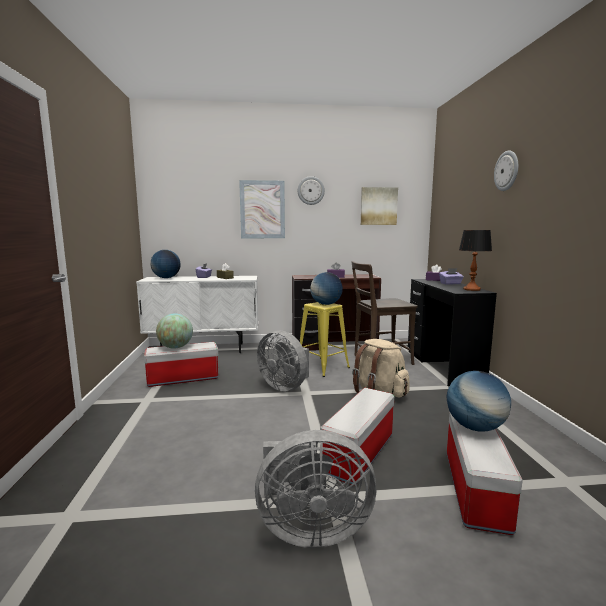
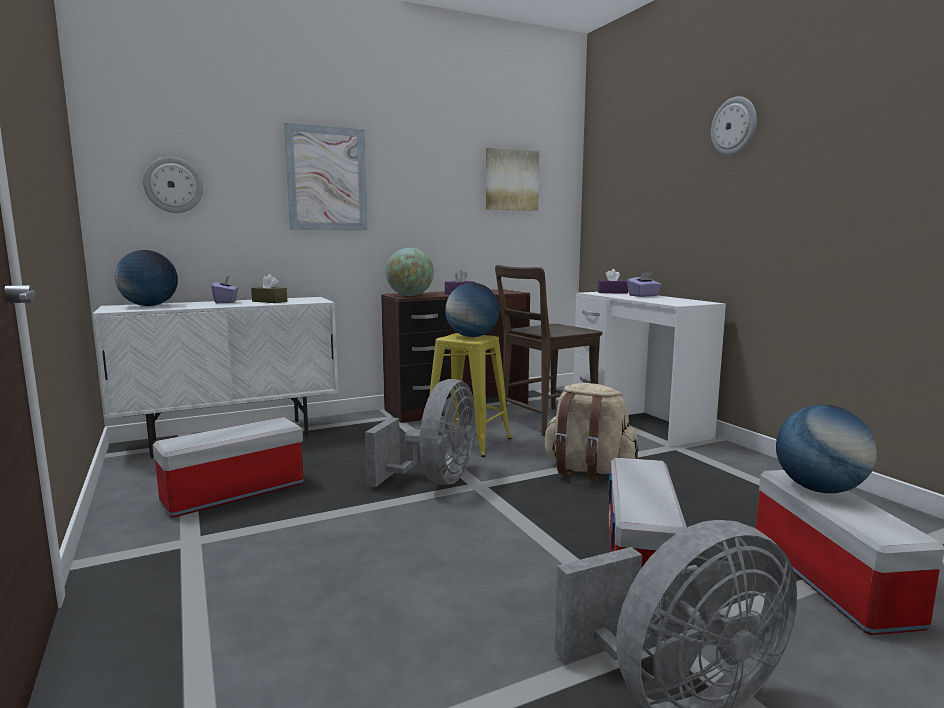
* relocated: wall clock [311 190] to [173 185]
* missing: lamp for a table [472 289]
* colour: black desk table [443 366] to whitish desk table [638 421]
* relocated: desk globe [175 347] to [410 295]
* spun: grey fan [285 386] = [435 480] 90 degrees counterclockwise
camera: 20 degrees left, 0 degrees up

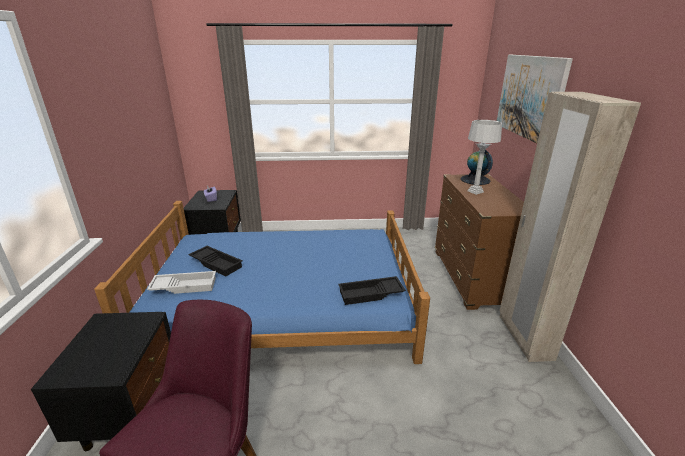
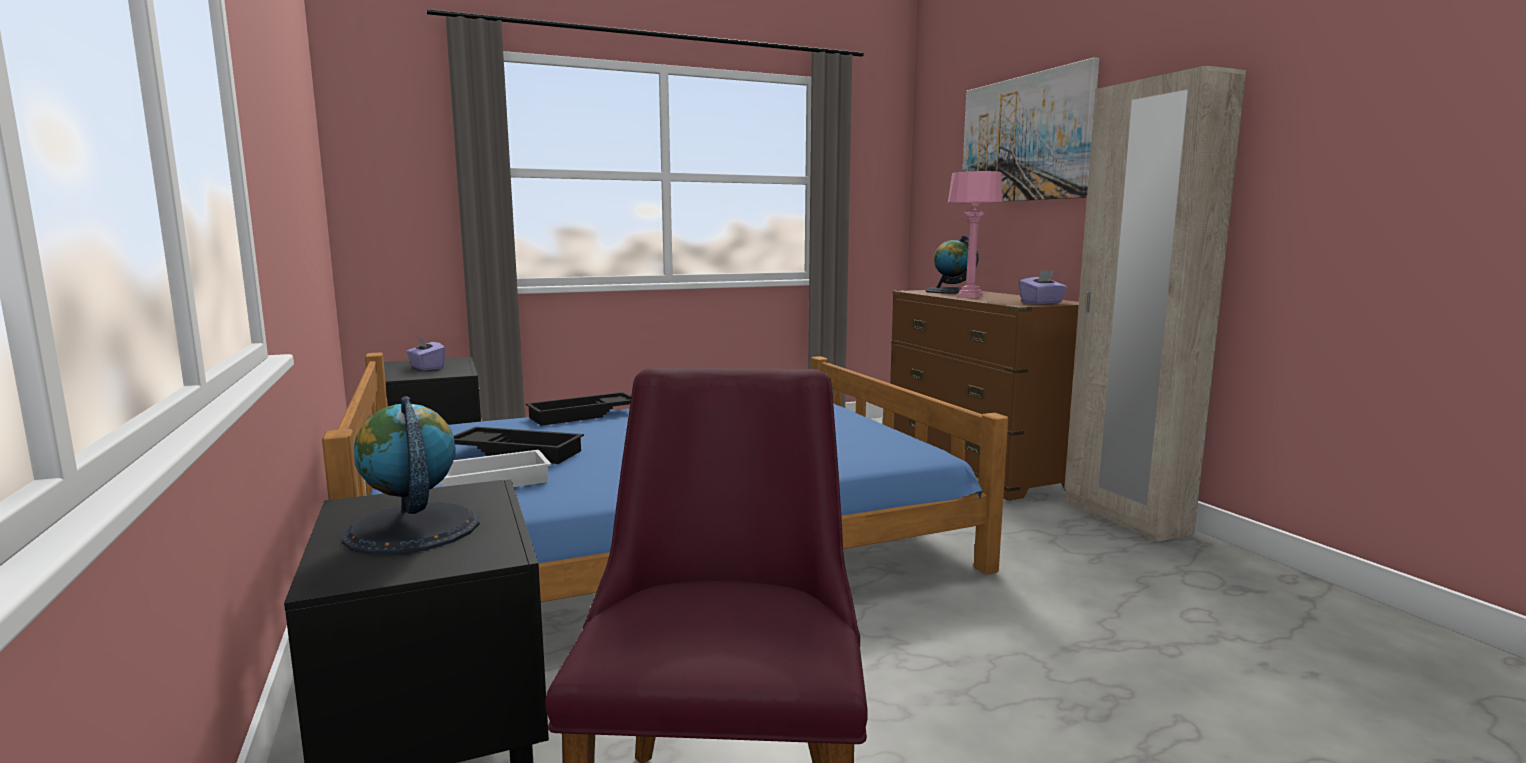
* colour: grey lamp for a table [475 191] to pinkish lamp for a table [970 296]
* relocated: black tray [370 294] to [583 415]
* appeared: purplish tissue box [1042 303]
* appeared: desk globe [412 529]
camera: 20 degrees left, 15 degrees down

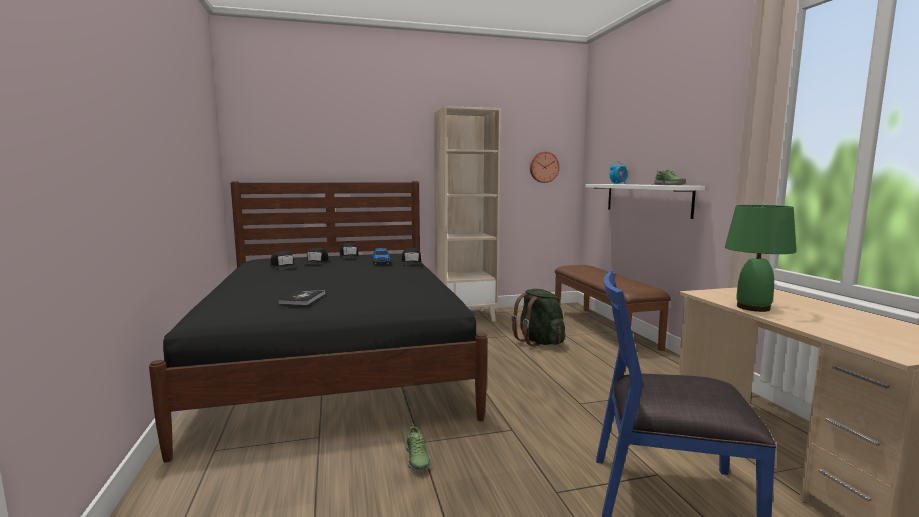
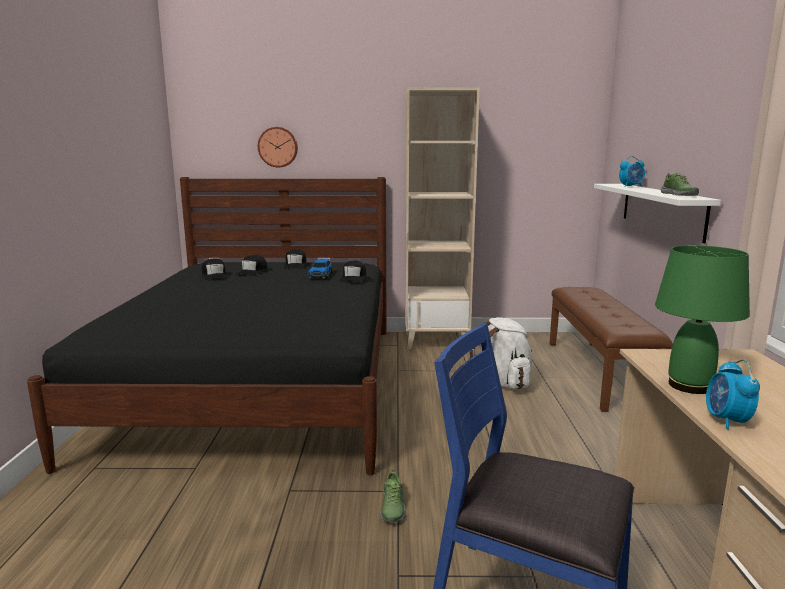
* relocated: wall clock [543 167] to [278 147]
* colour: green-coloured knapsack [539 342] to whitish knapsack [503 382]
* missing: volume [303 298]
* relocated: low shoe [417 459] to [392 508]
* appeared: bedside clock [727 421]
camera: 15 degrees right, 5 degrees up

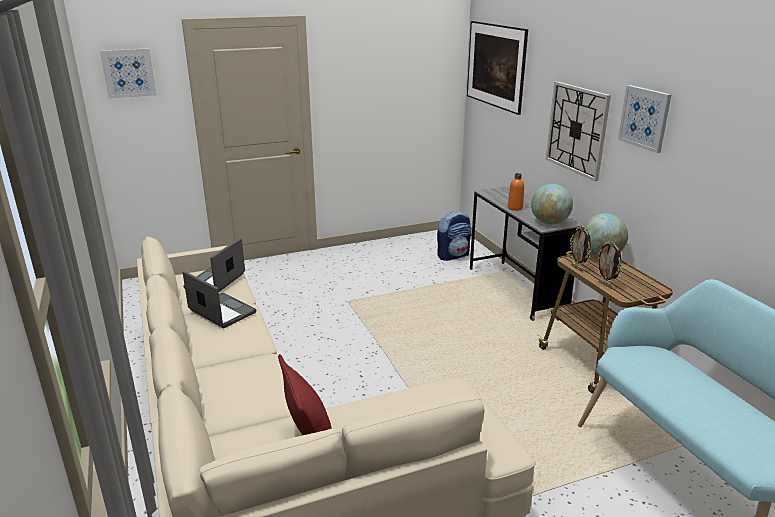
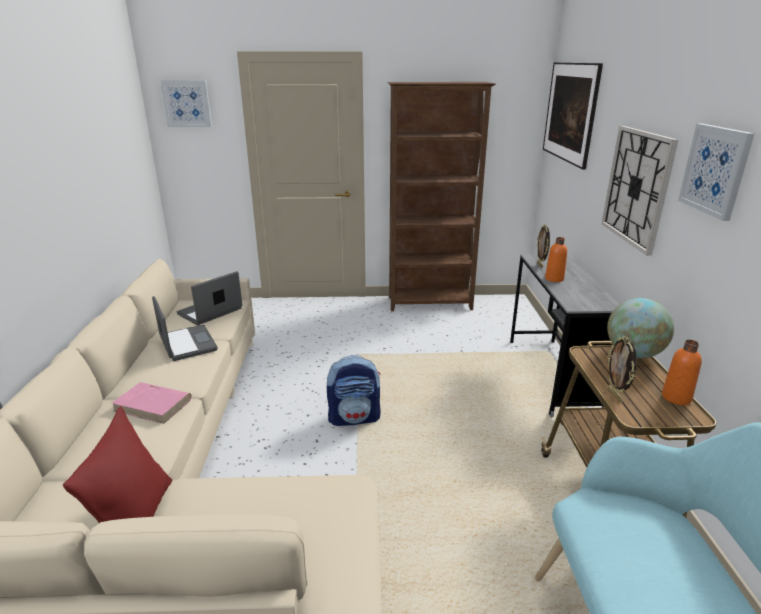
* missing: desk globe [549 223]
* relocated: knapsack [453 255] to [354 418]
* relocated: photo frame [577 268] to [540 265]
* appeared: brown shelving unit [430 304]
* appeared: orangey beverage bottle [676 397]
* appeared: pinkish volume [154 405]
camera: 20 degrees right, 0 degrees up

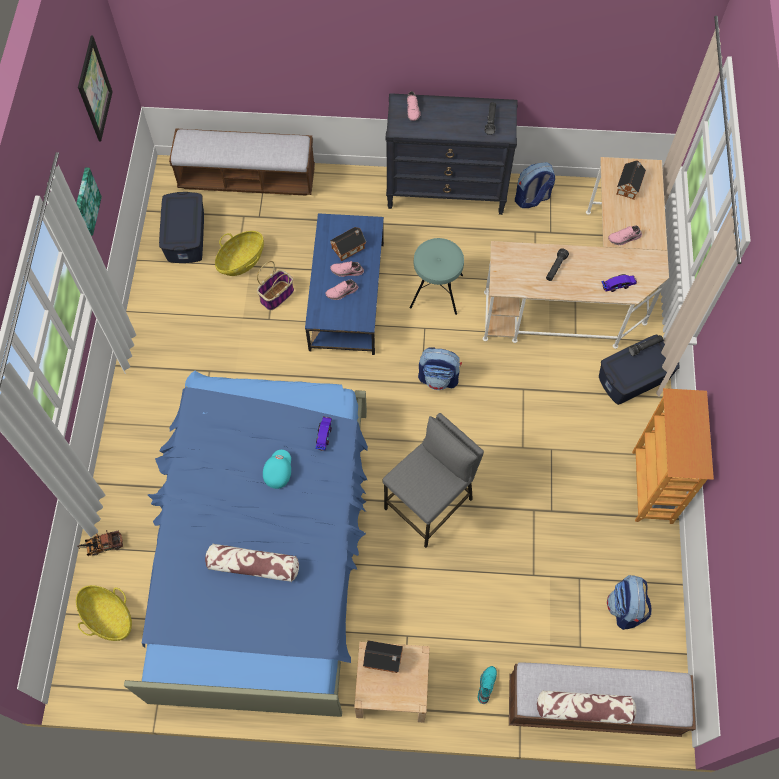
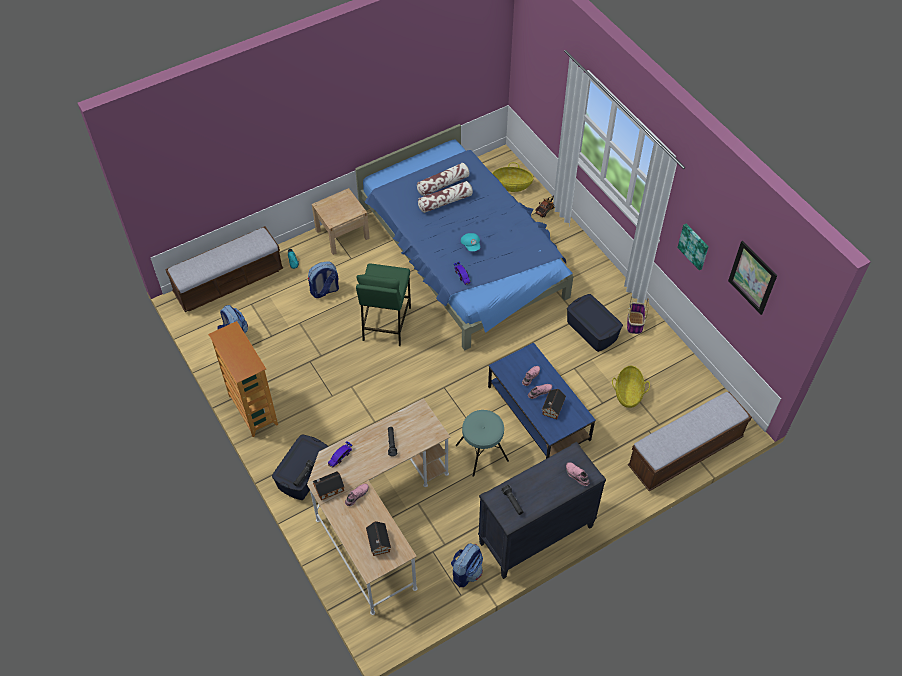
* relocated: blue storage box [186 236] to [592 330]
* relocated: storage basket [277 295] to [635 323]
* relocated: knapsack [439 378] to [324 291]
* colour: grey sitting stool [429 504] to green-coloured sitting stool [386 324]
* relocated: toy house [384 659] to [328 489]
* relocated: throw pillow [583 709] to [443 184]
camera: 145 degrees right, 10 degrees down

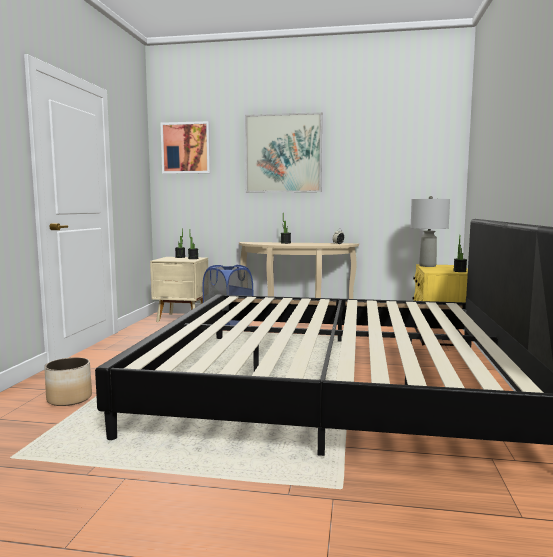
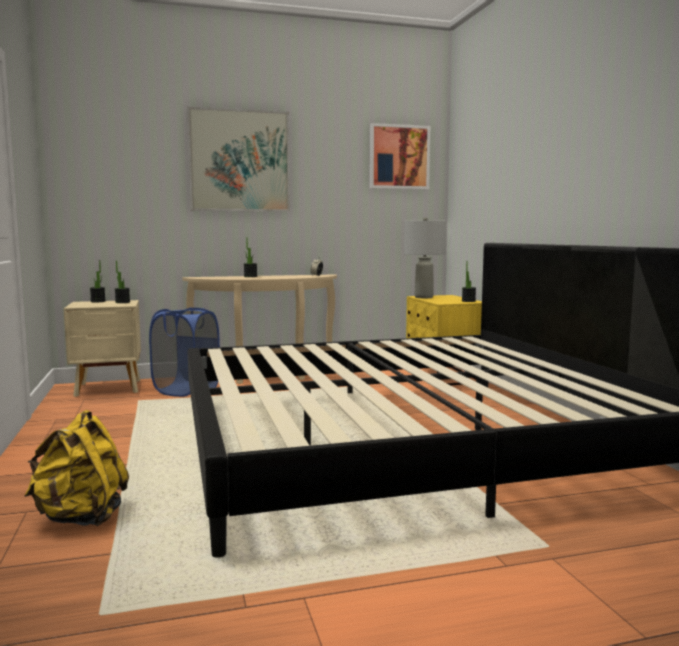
* relocated: picture [186 148] to [399 157]
* exchanged: planter [69 399] to yellowish knapsack [81 518]
camera: 25 degrees left, 0 degrees up

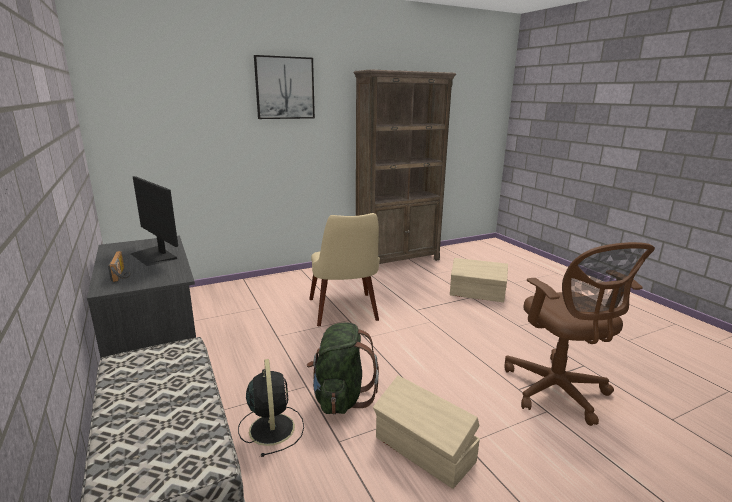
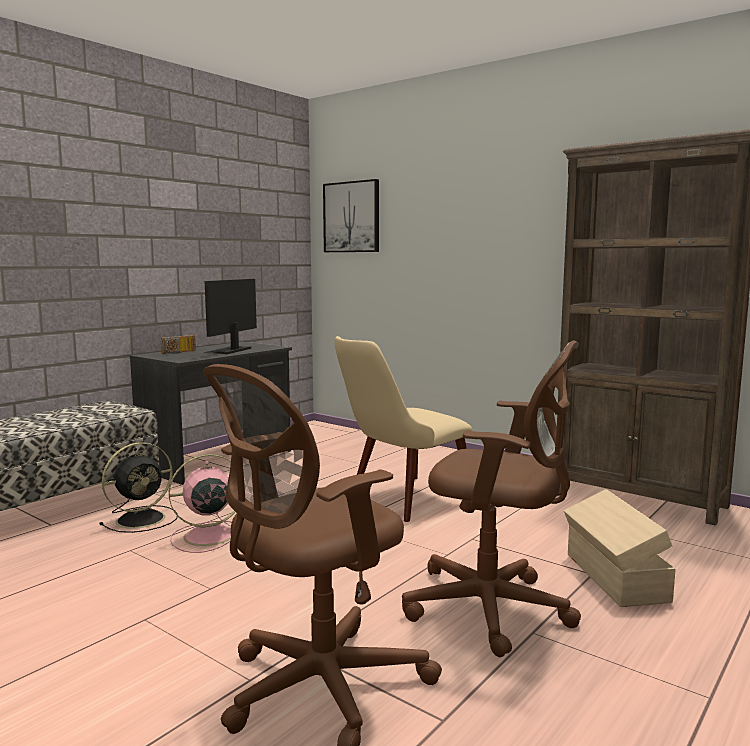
* relocated: picture [284 88] to [352 217]
* exchanged: green-coloured knapsack [341 397] to pinkish fan [206 536]
* missing: sand-coloured storage box [424 450]
* appeared: brown computer chair [494 610]
camera: 65 degrees right, 10 degrees down

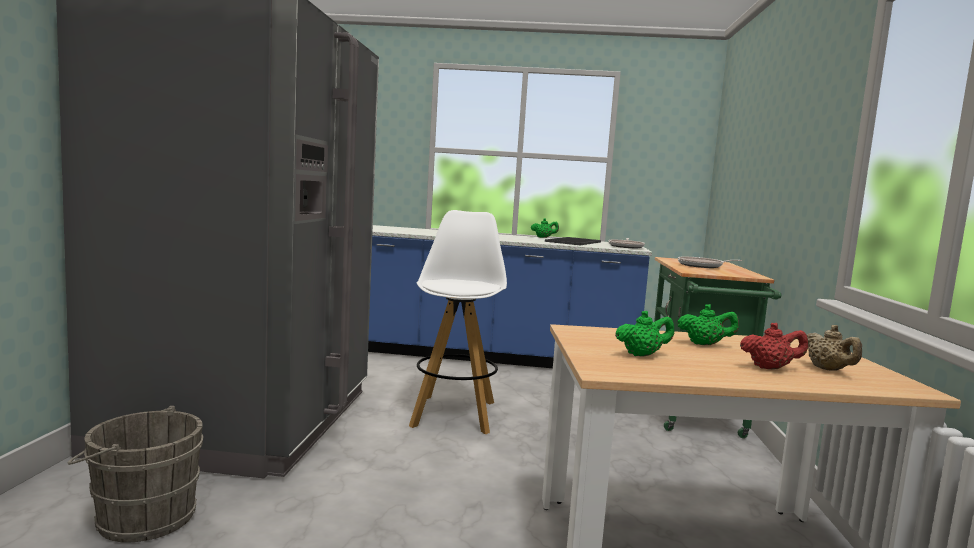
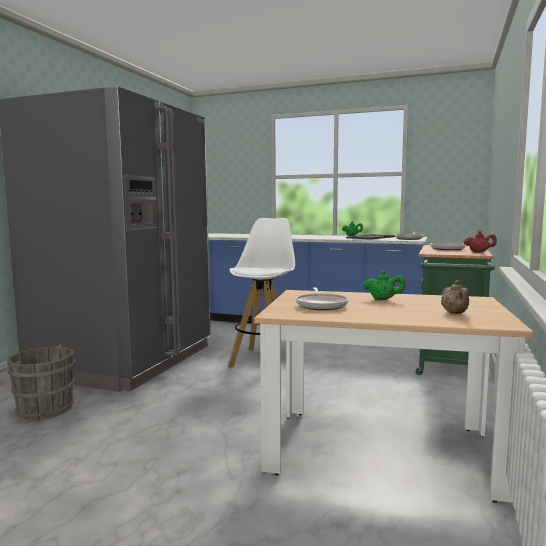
* exchanged: green-coloured tea pot [642 355] to frying pan [321 305]
* relocated: reddish tea pot [770 368] to [479 252]
camera: 15 degrees right, 0 degrees up

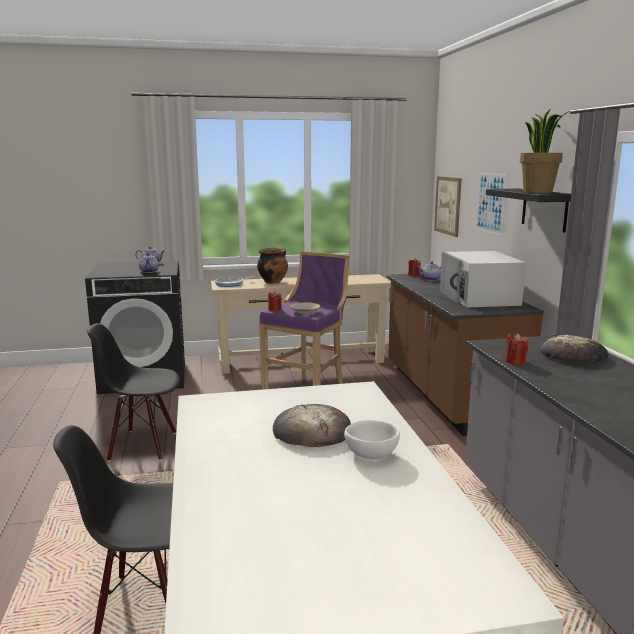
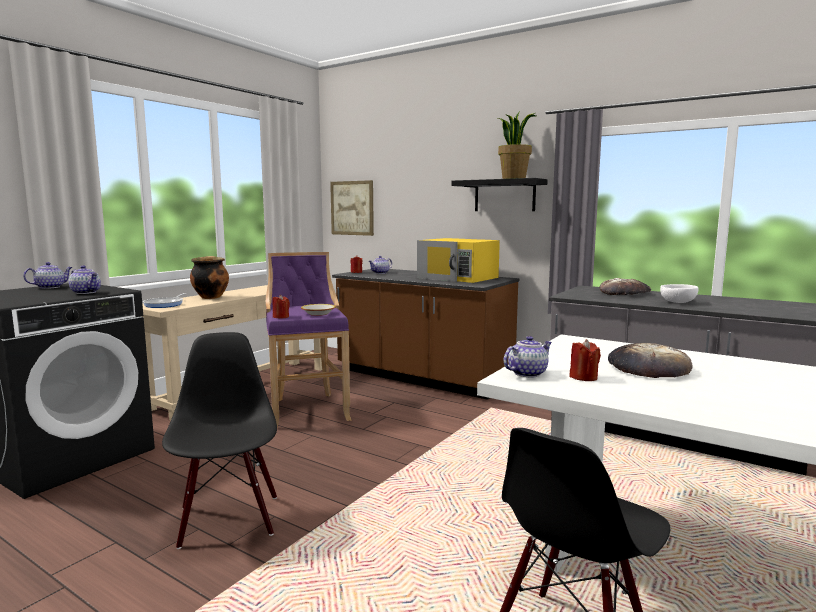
* missing: picture [490 203]
* colour: whitish microwave [479 298] to yellowish microwave [458 277]
* spun: black chair [143 445] = [228 520] 120 degrees clockwise
* relocated: reddish wax light [515 361] to [583 377]
* relocated: whitish serving bowl [371 454] to [678 302]
* appeared: tea pot [527 373]
camera: 45 degrees left, 5 degrees down

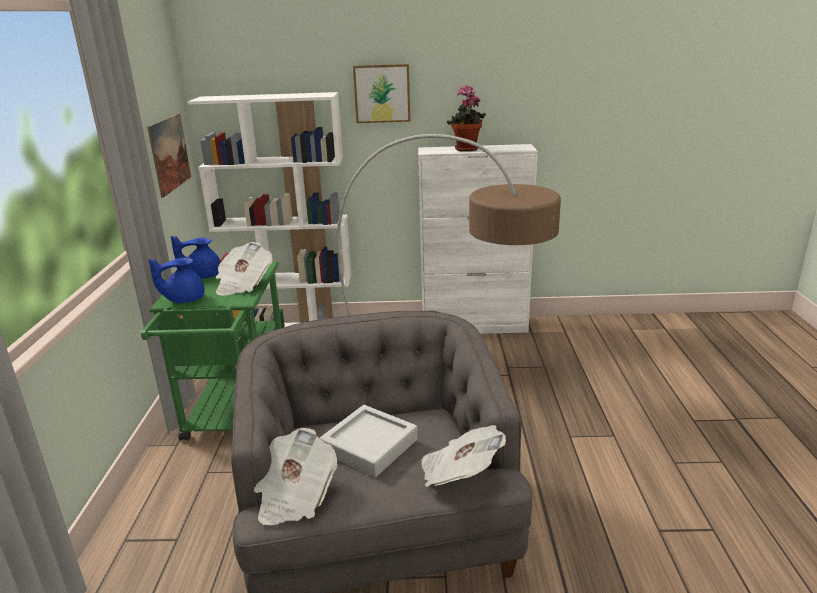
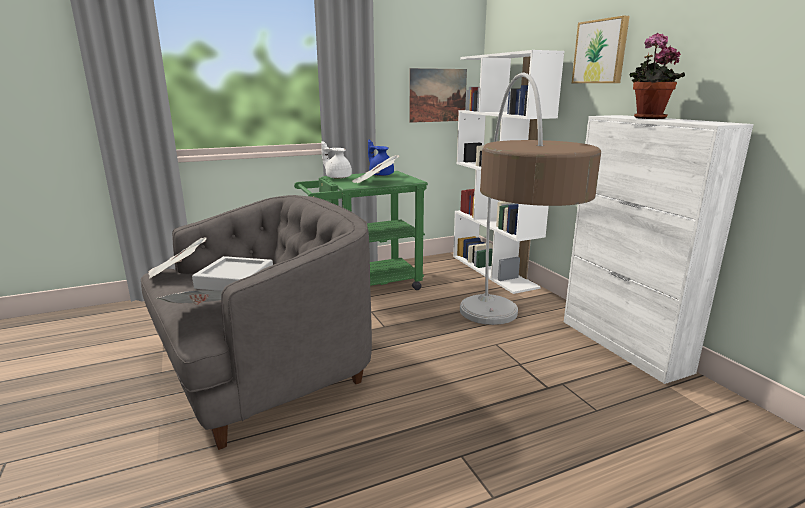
* colour: blue tea pot [184 299] to whitish tea pot [337 177]
camera: 65 degrees right, 5 degrees down

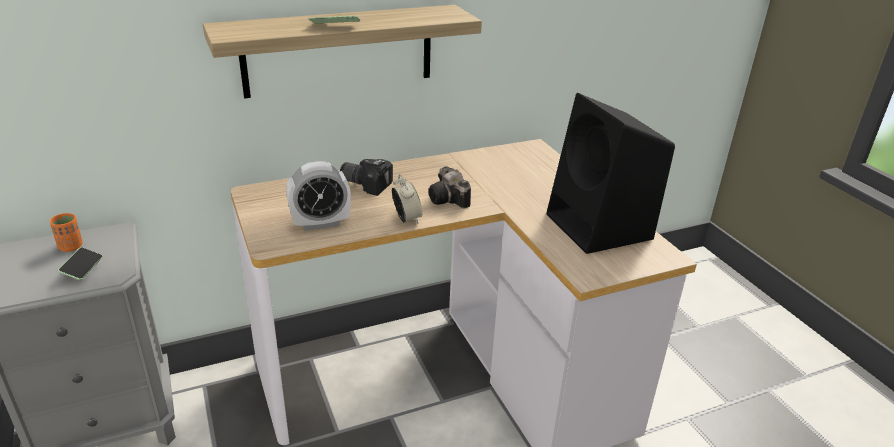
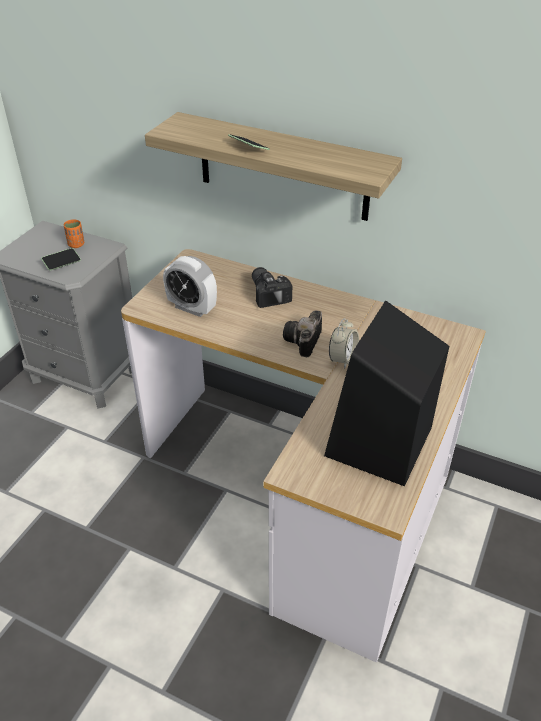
* relocated: bedside clock [406 218] to [342 359]
camera: 50 degrees right, 10 degrees up

